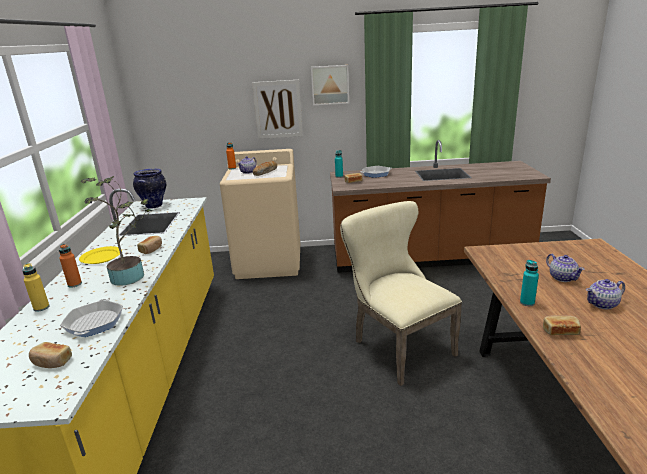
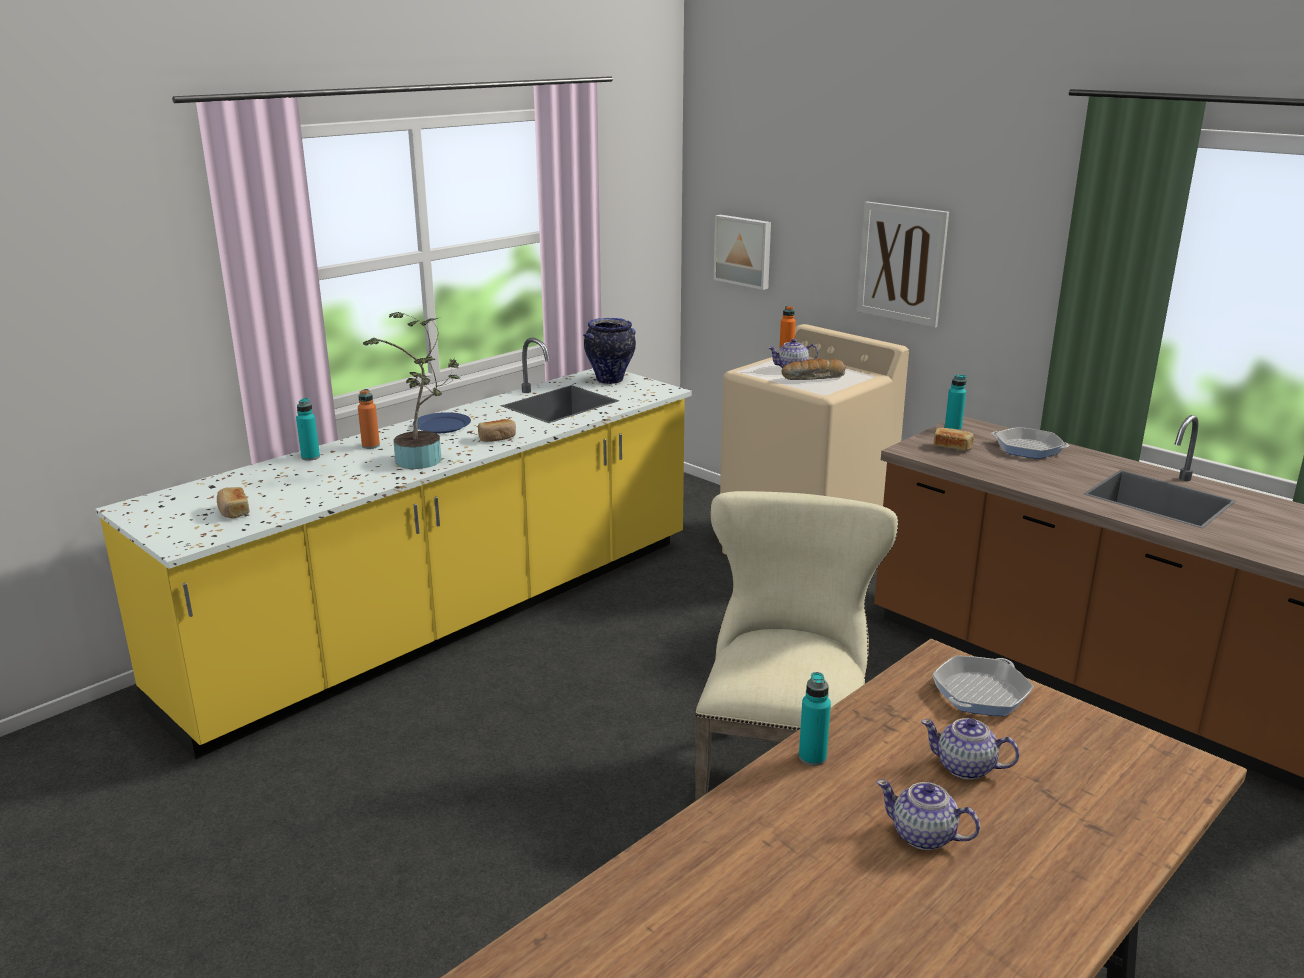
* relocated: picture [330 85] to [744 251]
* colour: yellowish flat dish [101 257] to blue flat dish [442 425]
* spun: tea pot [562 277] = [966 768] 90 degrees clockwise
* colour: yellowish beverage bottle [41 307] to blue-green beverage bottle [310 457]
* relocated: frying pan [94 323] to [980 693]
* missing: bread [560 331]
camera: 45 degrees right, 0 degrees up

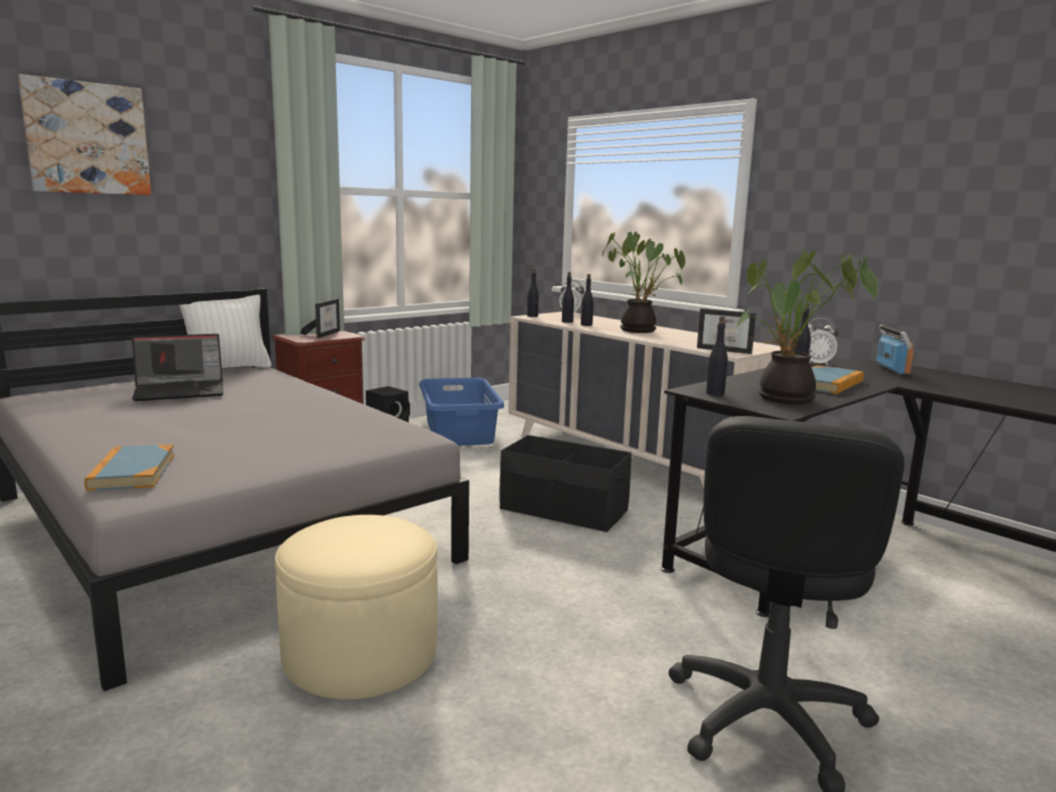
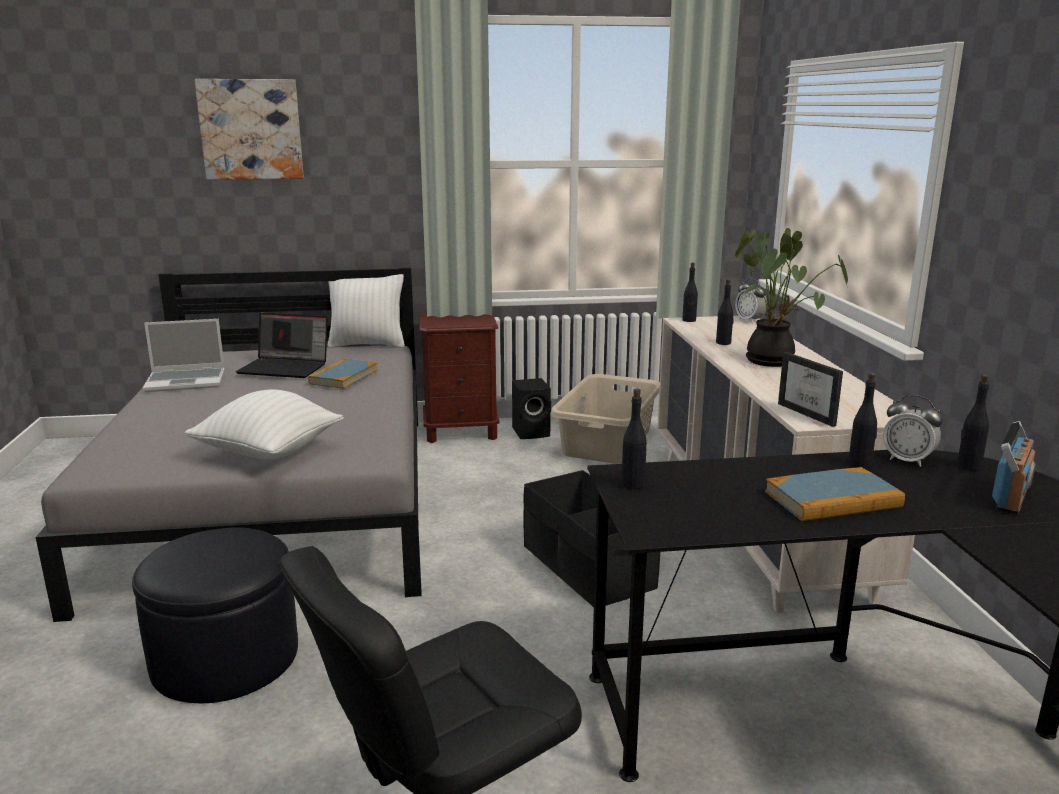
* missing: plant in a pot [786 400]
* relocated: black beverage bottle [567 322] to [968 466]
* missing: photo frame [324 334]
* colour: blue hamper [460 432] to sand-coloured hamper [608 442]
* relocated: volume [132 472] to [344 377]
* colour: sand-coloured footrest [361 652] to black footrest [225 657]
* appeared: laptop [187 381]
* appeared: whitish throw pillow [269 454]
camera: 35 degrees right, 5 degrees up

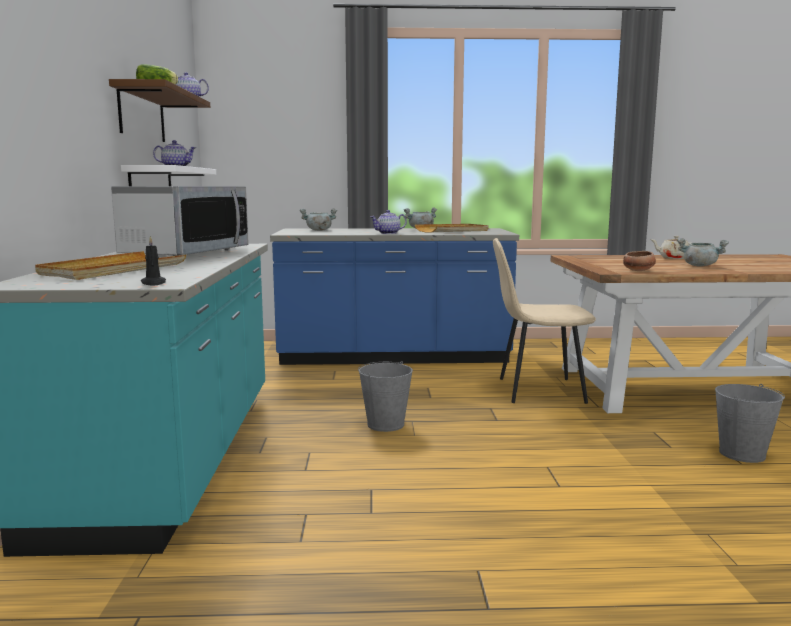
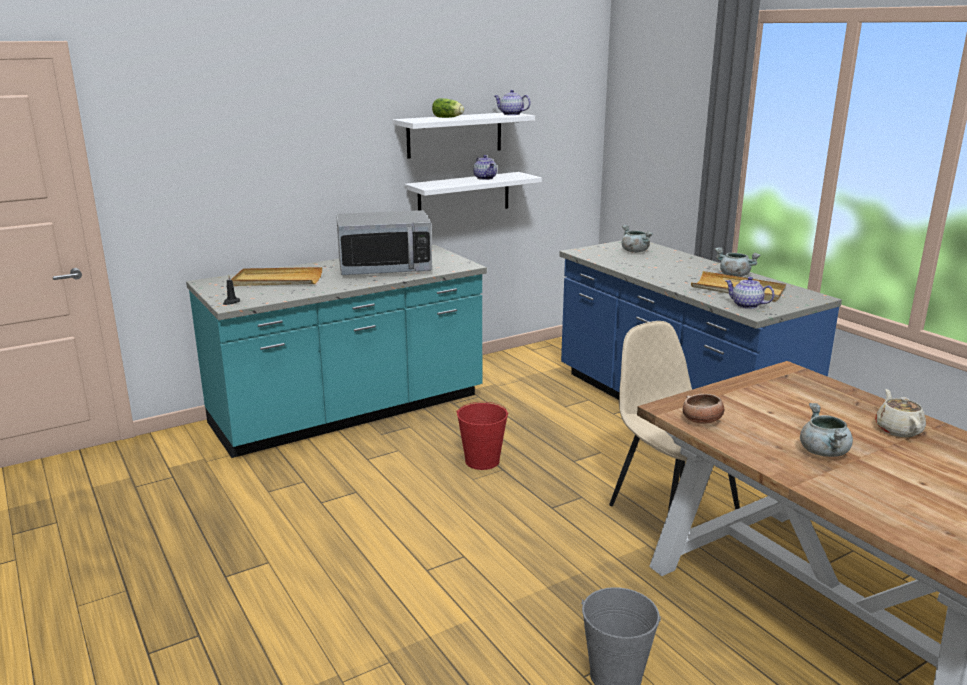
* colour: brown shelf [142 115] to whitish shelf [454 134]
* relocated: tea pot [388 233] to [746 305]
* colour: grey pail [386 424] to reddish pail [482 461]
camera: 60 degrees right, 10 degrees up

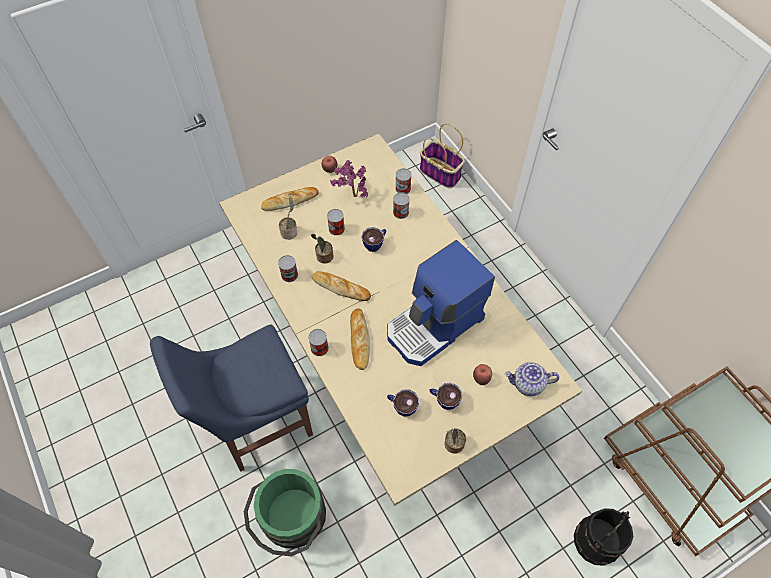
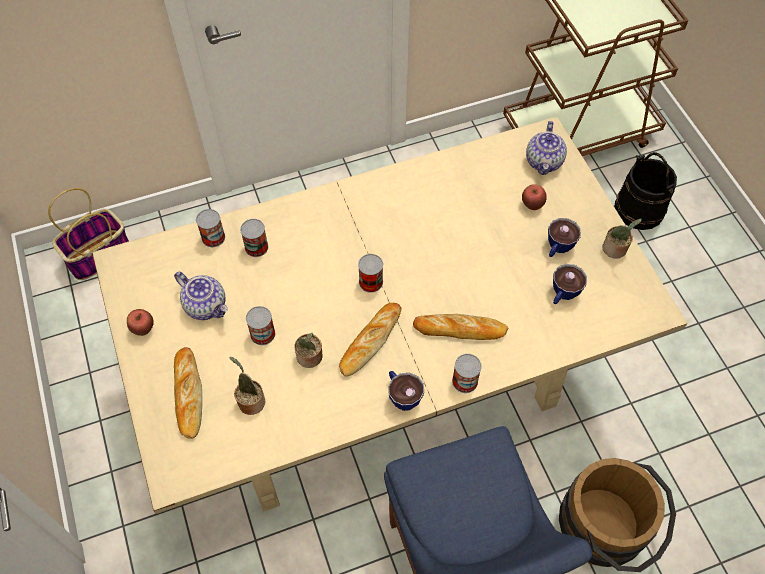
* exchanged: plant in a pot [351 196] to tea pot [206 305]
* relocated: drinking cup [375 244] to [402 395]
* missing: coffee machine [435 326]
* relocated: sealed can [289 275] to [371 282]
* colour: green-coloured pail [291 523] to brown pail [607 531]
camera: 80 degrees left, 0 degrees up

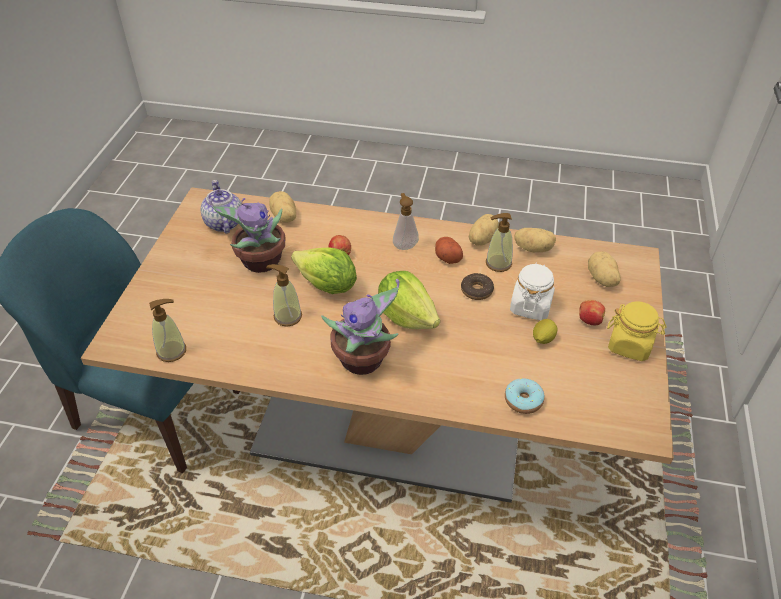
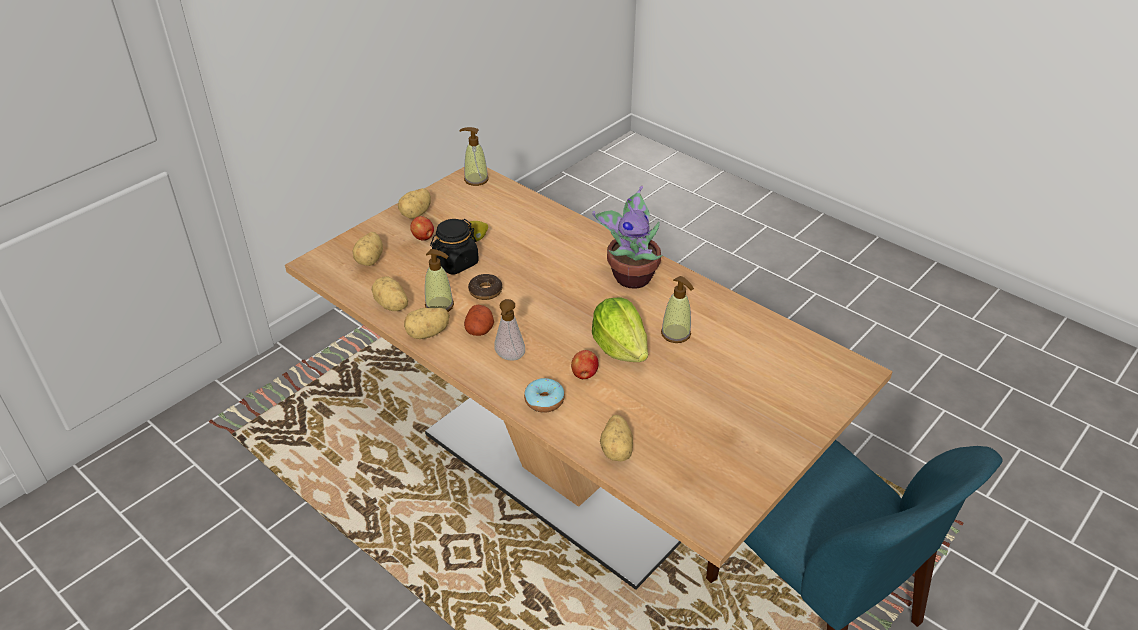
* missing: tea pot [223 222]
* missing: plant in a pot [259 262]
* colour: whitish jar [530 306] to black jar [455 263]
* missing: lettuce [407 316]
* relocated: liquid soap bottle [172 351] to [476 179]
* exchanged: yellowish jar [630 345] to potato [416 214]
* relocated: ring doughnut [523 400] to [544 401]
camera: 150 degrees left, 5 degrees down

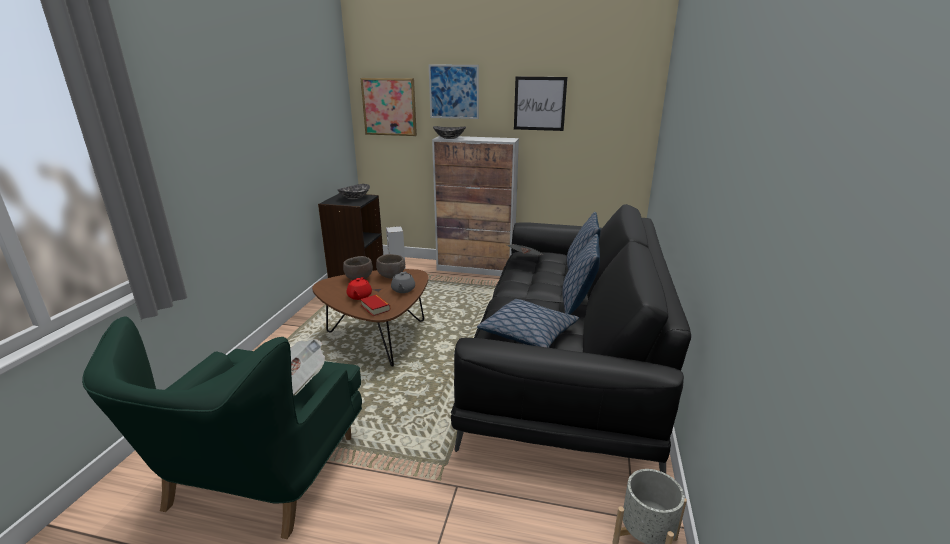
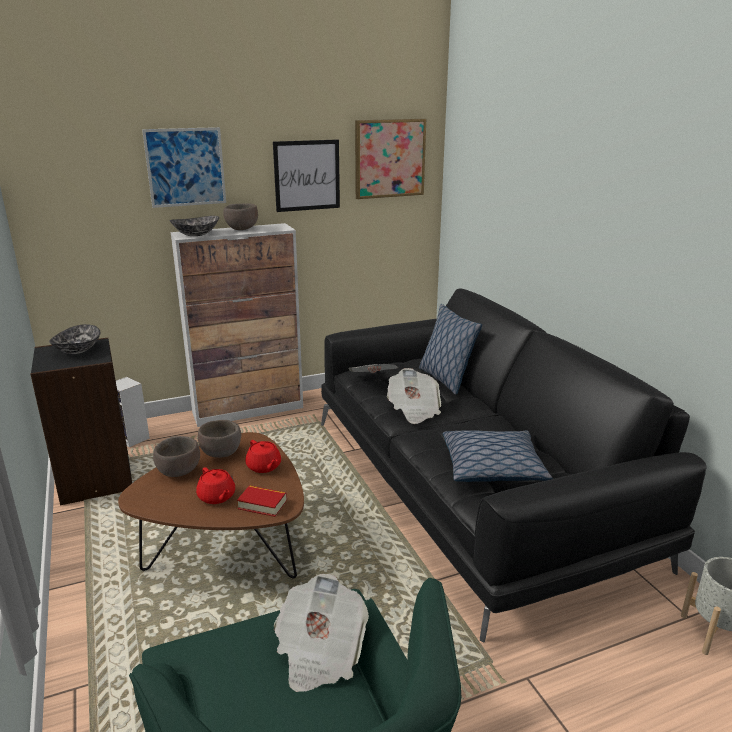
* relocated: picture [389 107] to [389 158]
* missing: throw pillow [578 302]
* colour: grey tea pot [403 290] to reddish tea pot [264 467]
* appeared: brown serving bowl [242 229]
* appeared: newspaper [414 410]
camera: 35 degrees left, 0 degrees up

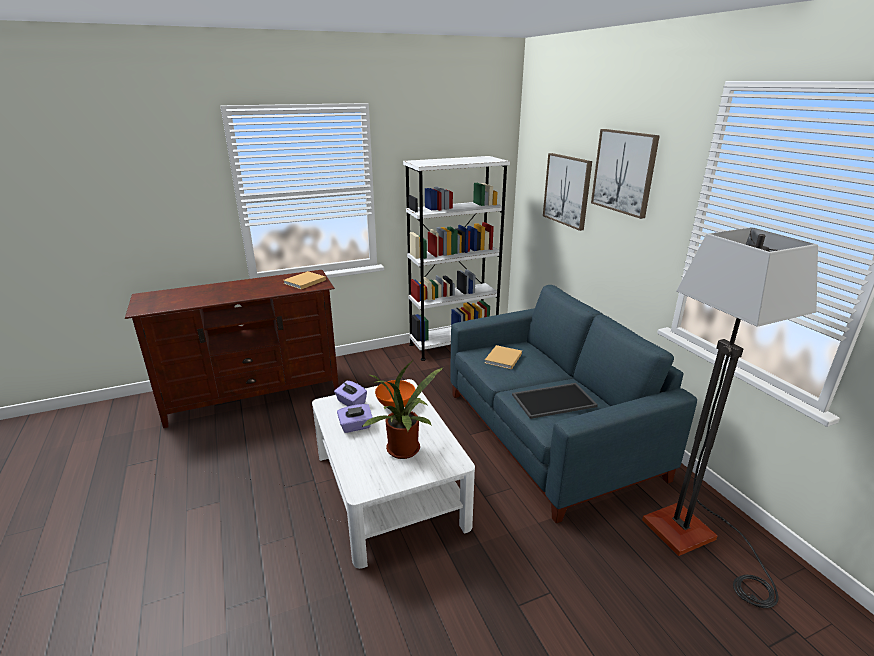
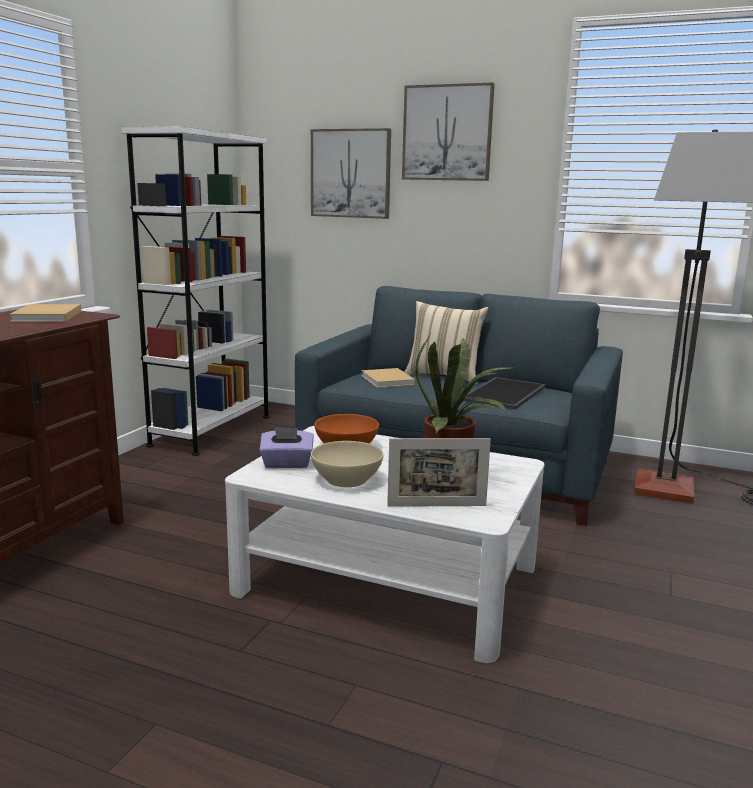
* exchanged: purplish tissue box [356 426] to sand-coloured serving bowl [346 479]
* appeared: sand-coloured throw pillow [444 376]
* appeared: photo frame [436 506]
camera: 45 degrees left, 10 degrees down

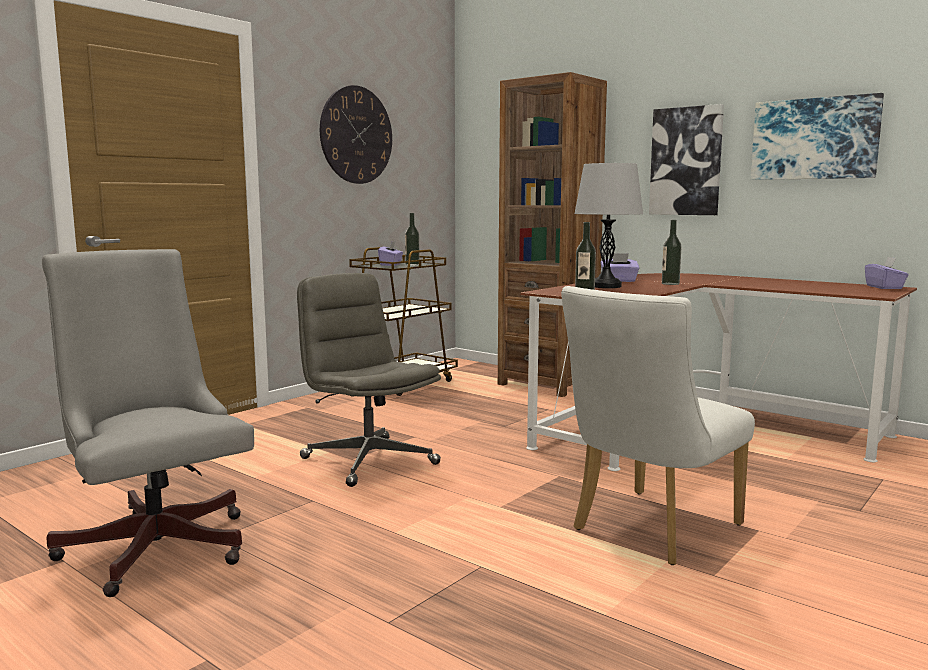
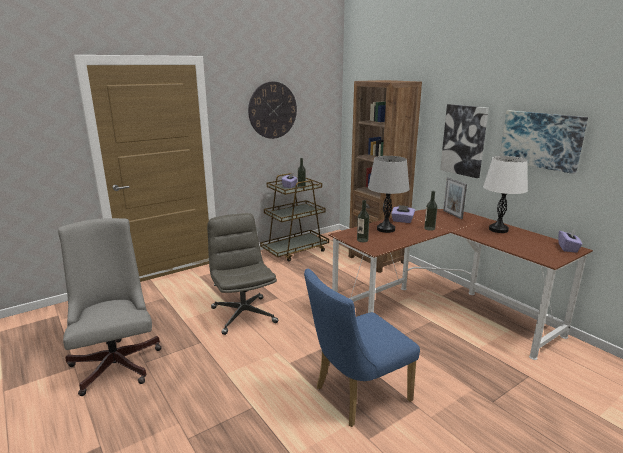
* colour: whitish chair [648 530] to blue chair [356 396]
* appeared: whitish lamp for a table [498 229]
* appeared: photo frame [452 214]
camera: 15 degrees right, 10 degrees up

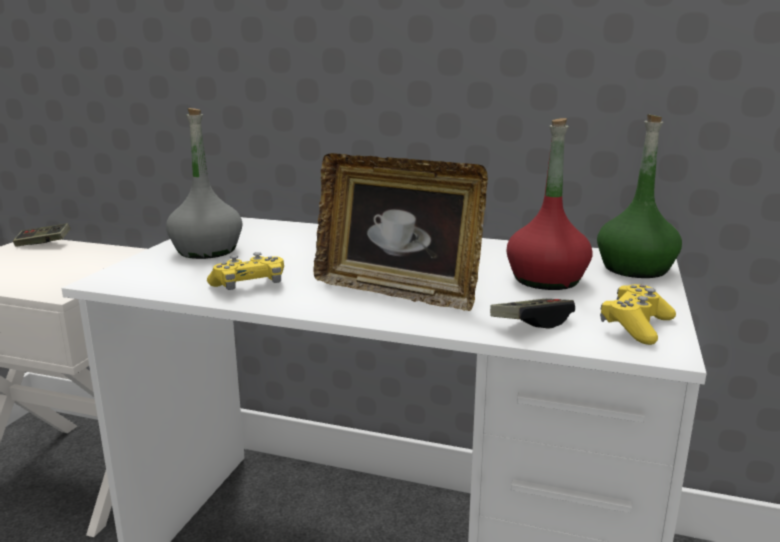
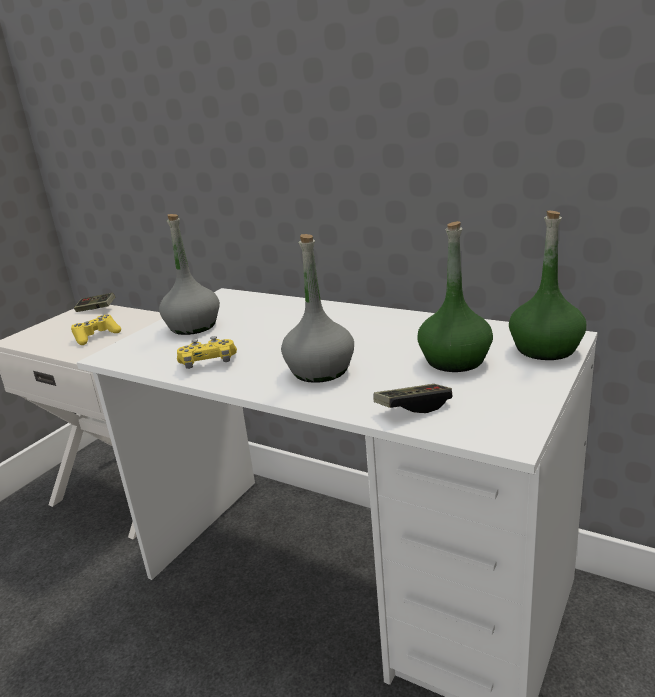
* colour: reddish beverage bottle [546 280] to green-coloured beverage bottle [454 360]
* exchanged: photo frame [397 291] to grey beverage bottle [320 370]
* relocated: yellowish gamepad [636 326] to [96 336]
camera: 15 degrees right, 5 degrees up

